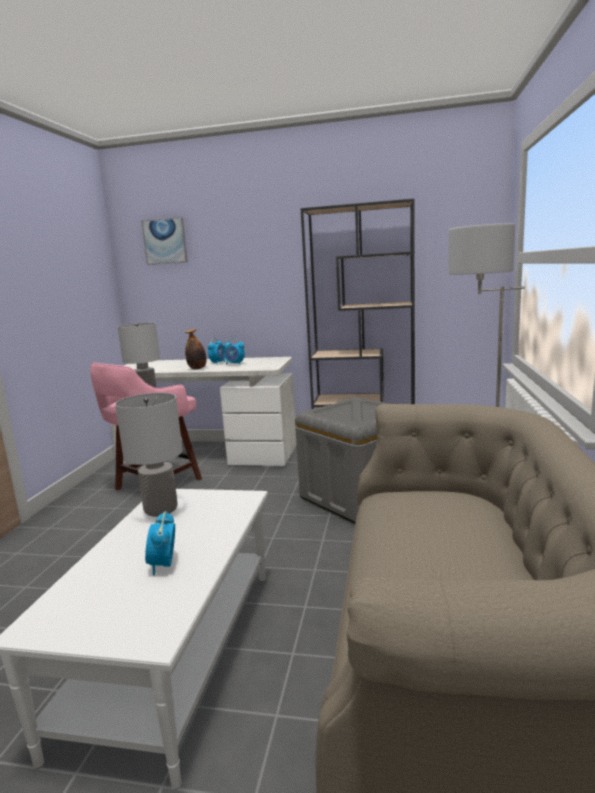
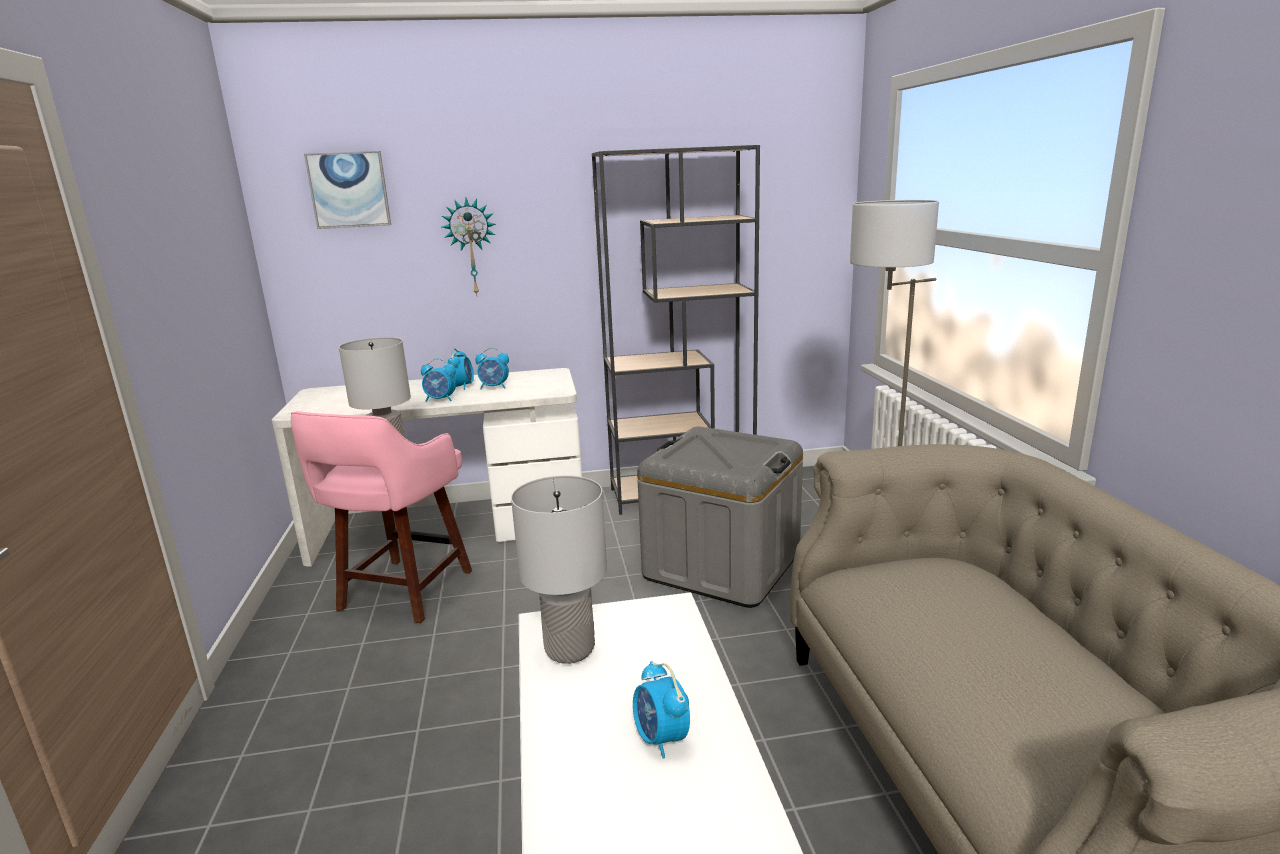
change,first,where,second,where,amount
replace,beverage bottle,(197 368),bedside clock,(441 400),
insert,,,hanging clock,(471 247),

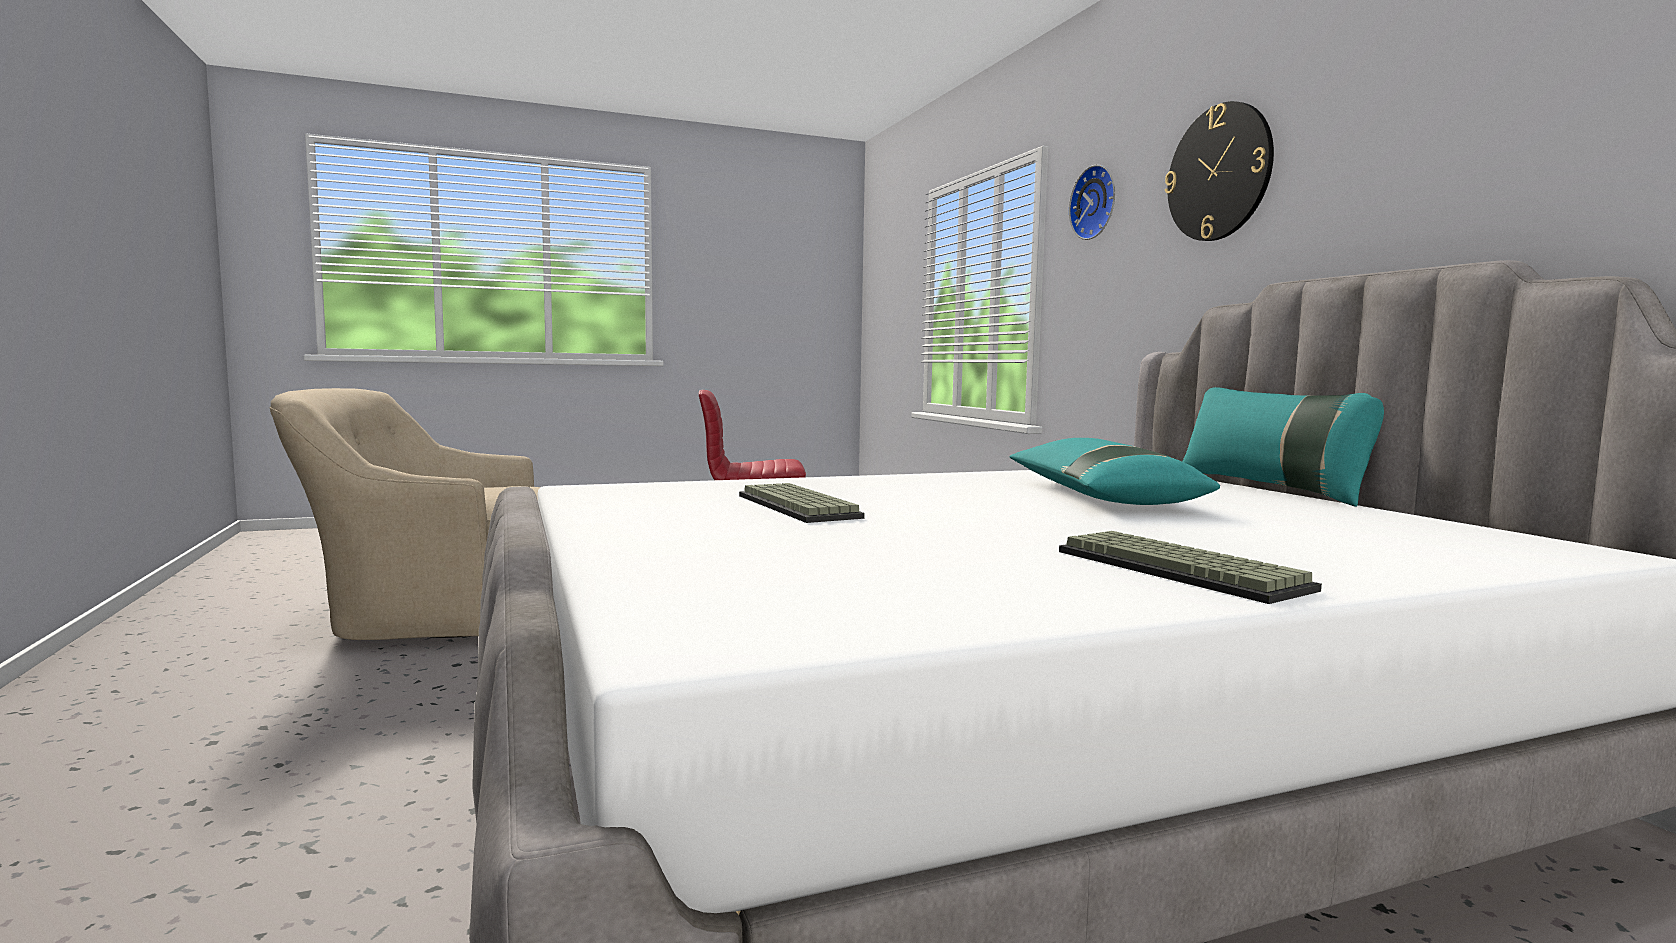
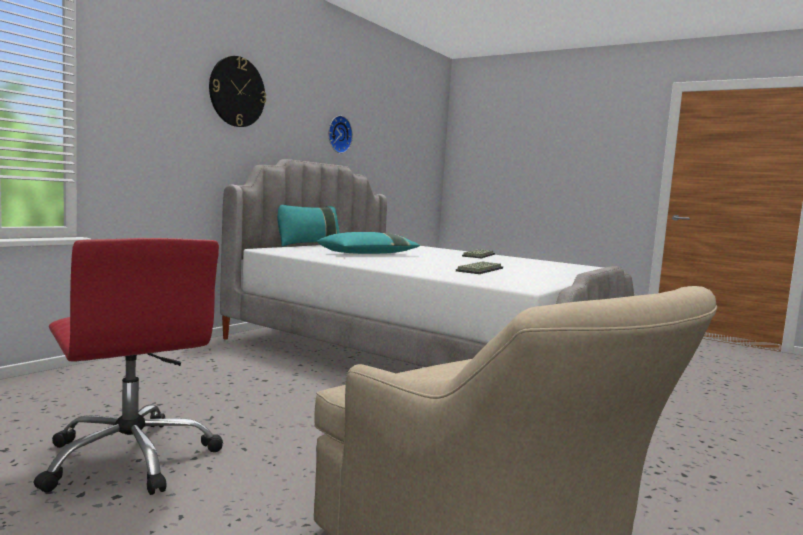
change,first,where,second,where,amount
move,hanging clock,(1096 203),,(338 134),

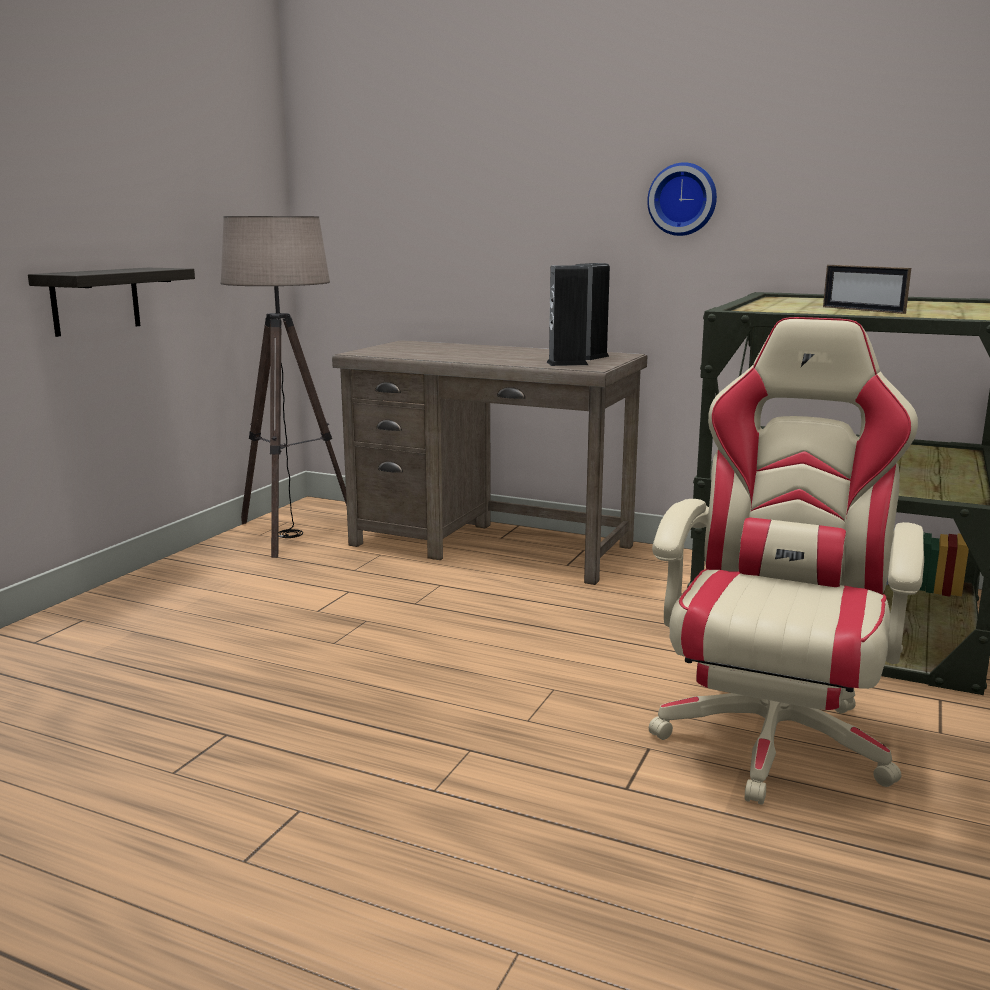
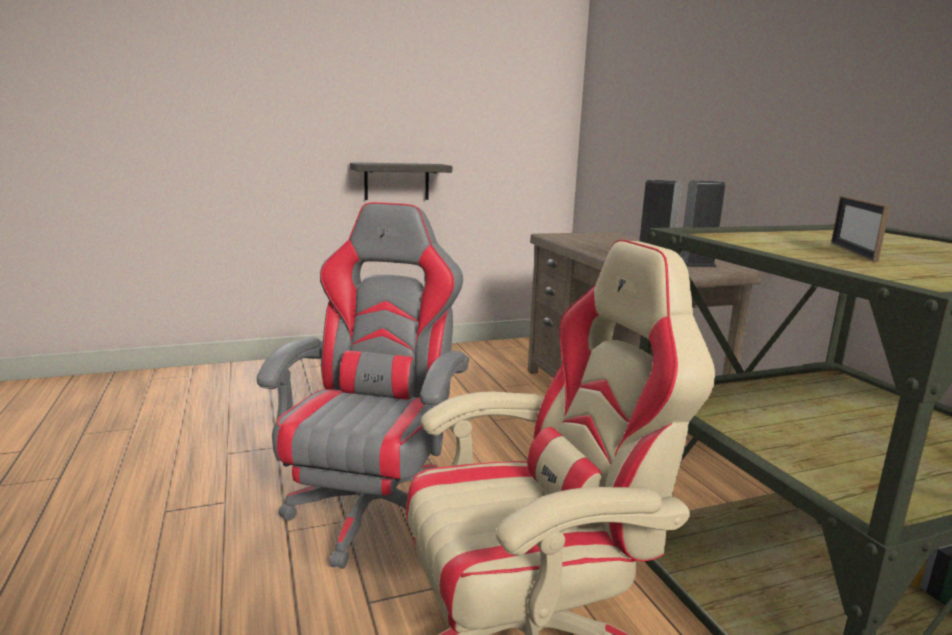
change,first,where,second,where,amount
delete,hanging clock,(683 199),,,
delete,standard lamp,(292 534),,,
insert,,,grey computer chair,(372 512),

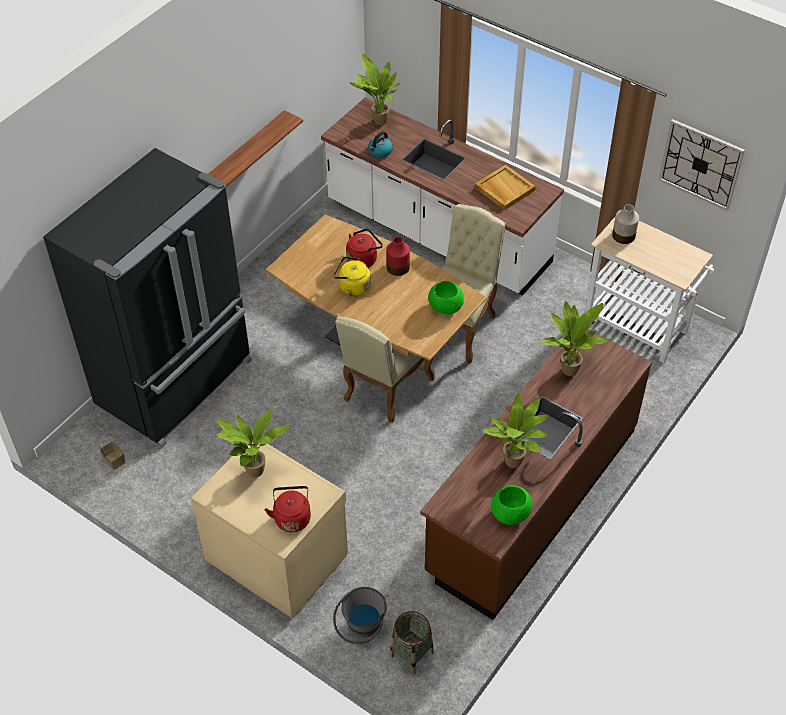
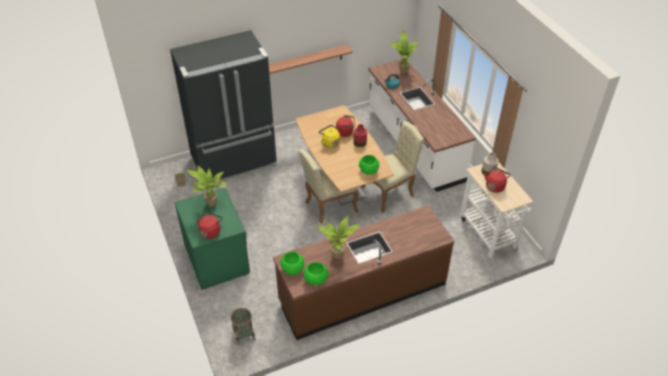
change,first,where,second,where,amount
delete,hanging clock,(701 164),,,
delete,beige carrying tray,(504 189),,,
delete,houseplant,(568 369),,,
recolor,beige laundry appliance,(277 557),green laundry appliance,(217 259),
delete,grey pail,(361 629),,,
insert,,,reddish water kettle,(495 186),
insert,,,green bowl,(292 269),

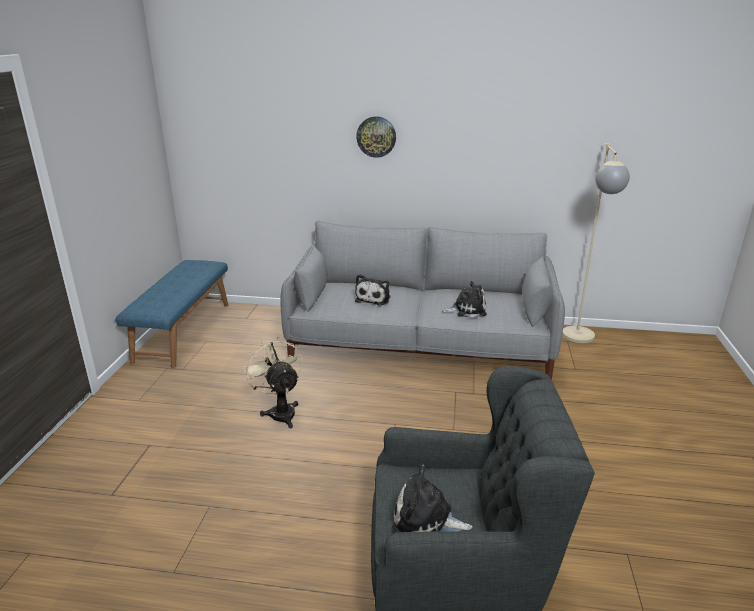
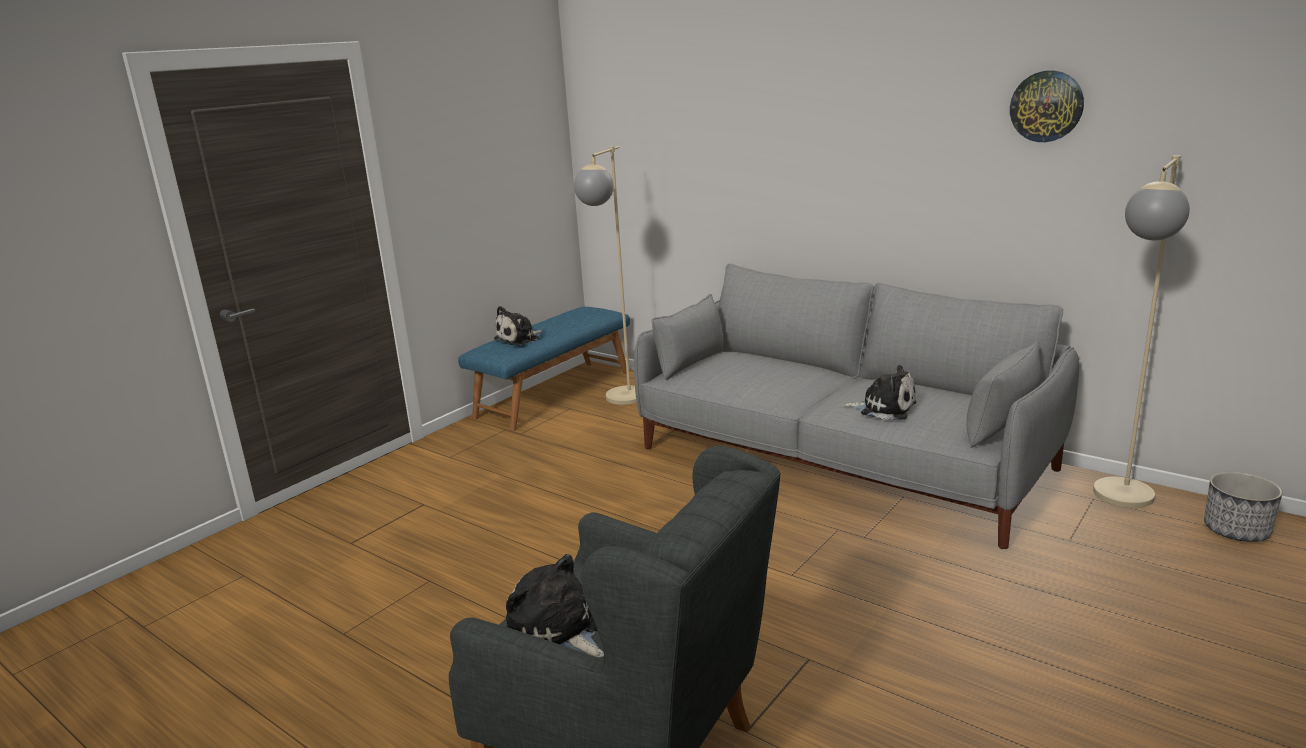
change,first,where,second,where,amount
move,hanging clock,(376 136),,(1046 106),
move,plush toy,(374 298),,(519 339),
delete,beige electric fan,(280 411),,,
insert,,,beige standard lamp,(620 402),
insert,,,flower pot,(1236 531),

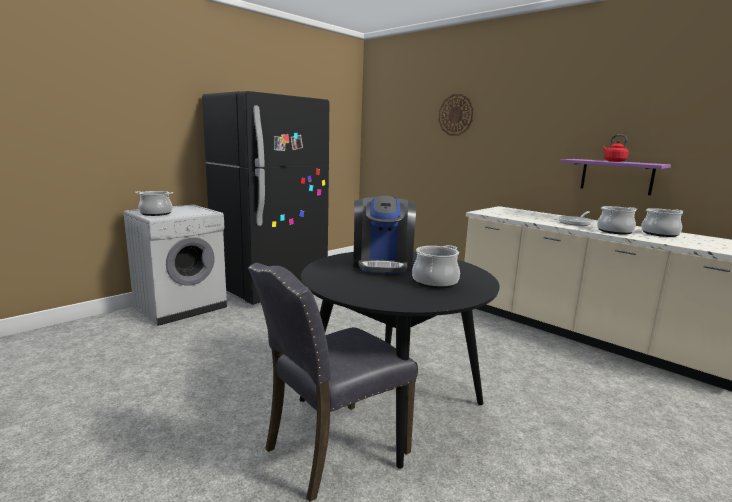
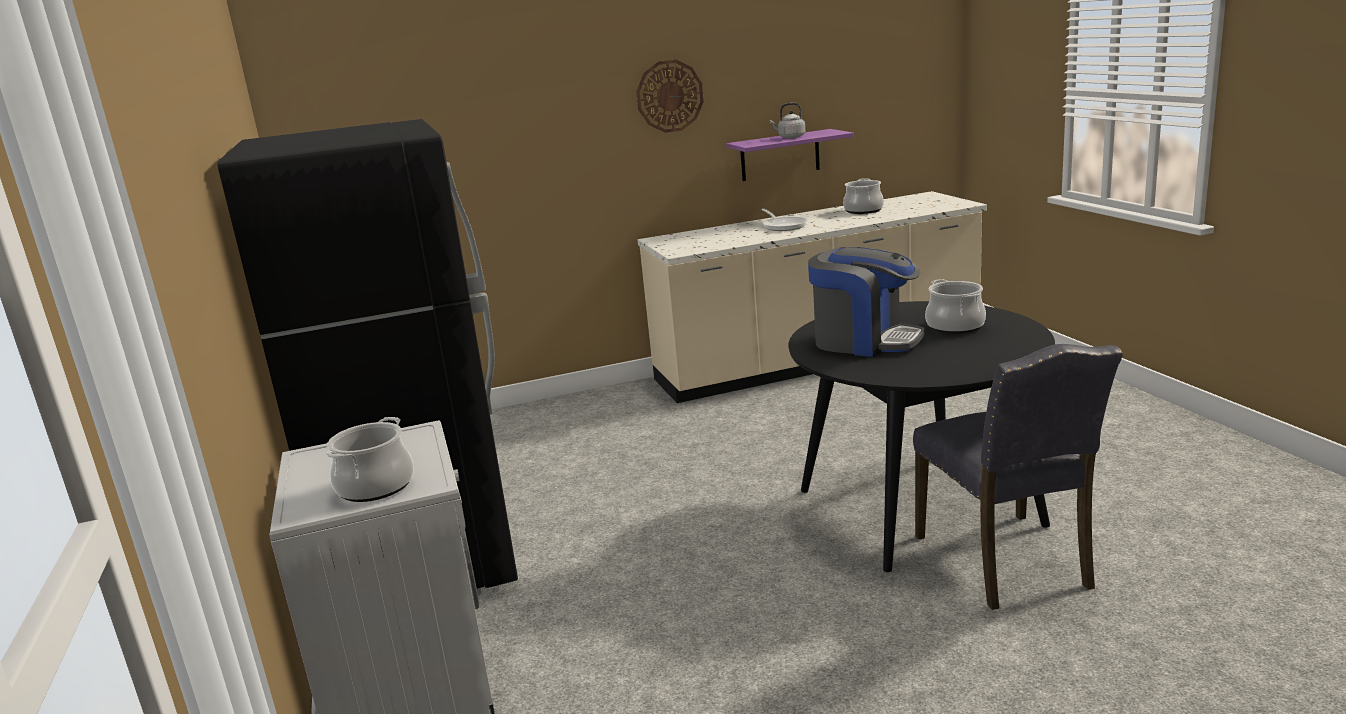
change,first,where,second,where,amount
move,hanging clock,(456 115),,(669 96),
recolor,reddish water kettle,(613 161),grey water kettle,(790 137),
delete,cooking pot,(614 231),,,

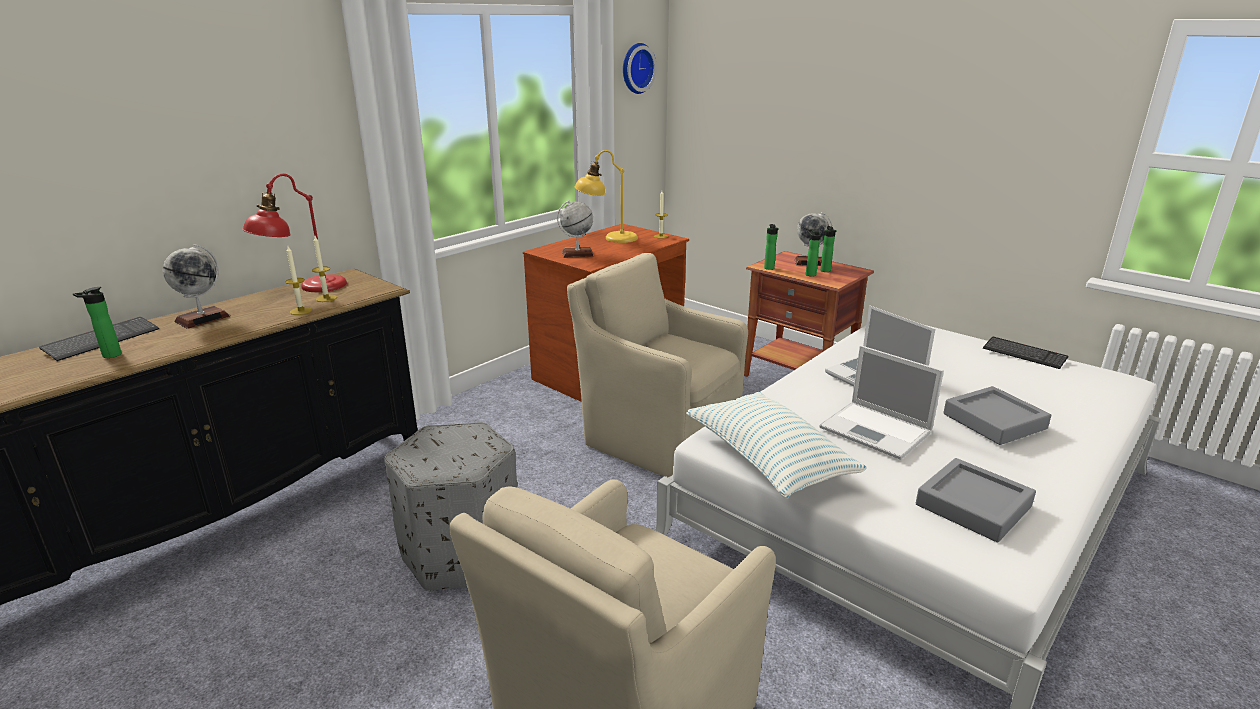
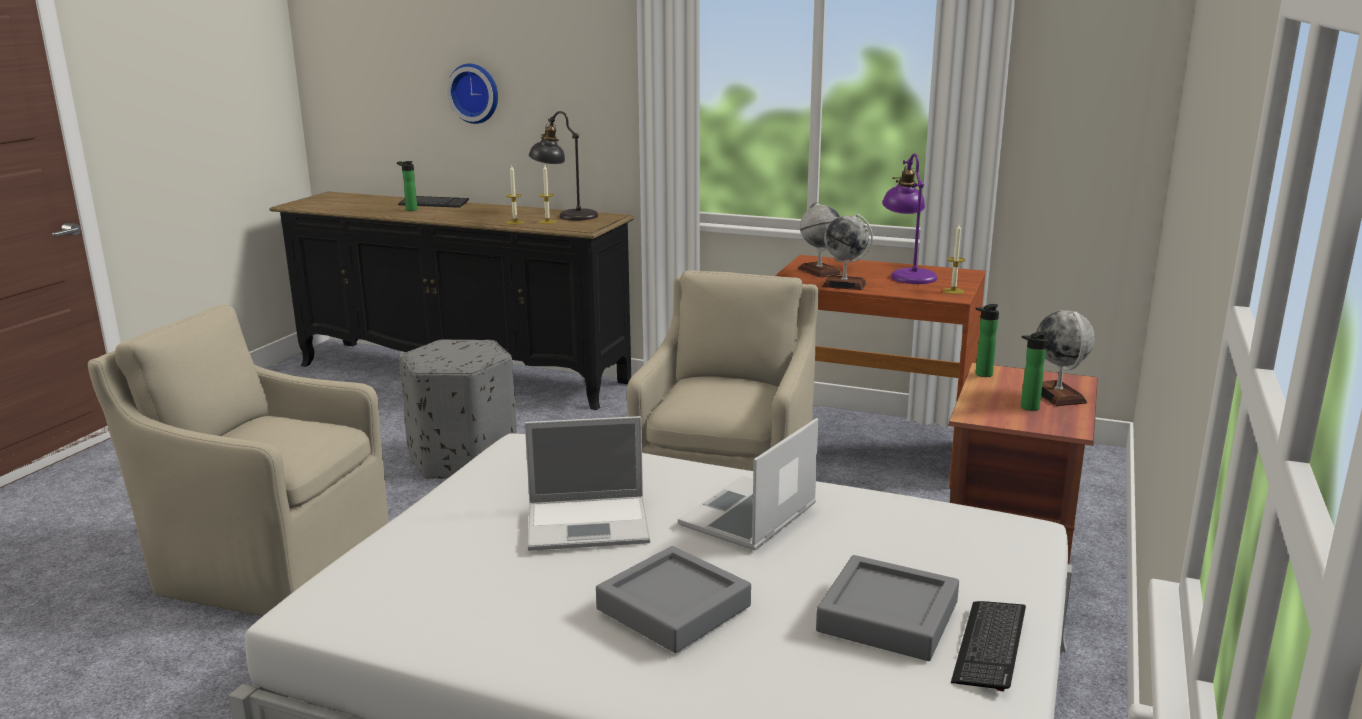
change,first,where,second,where,amount
move,hanging clock,(635 68),,(475 93),
recolor,yellow lamp for a table,(607 237),purplish lamp for a table,(906 272),
recolor,reddish lamp for a table,(304 289),grey lamp for a table,(564 214),
delete,beverage bottle,(809 274),,,
move,world globe,(202 319),,(844 285),
rotate,portable computer,(877 431),,(590 523),120 degrees counterclockwise
delete,cushion,(768 460),,,
move,grey carrying tray,(973 506),,(887 617),

